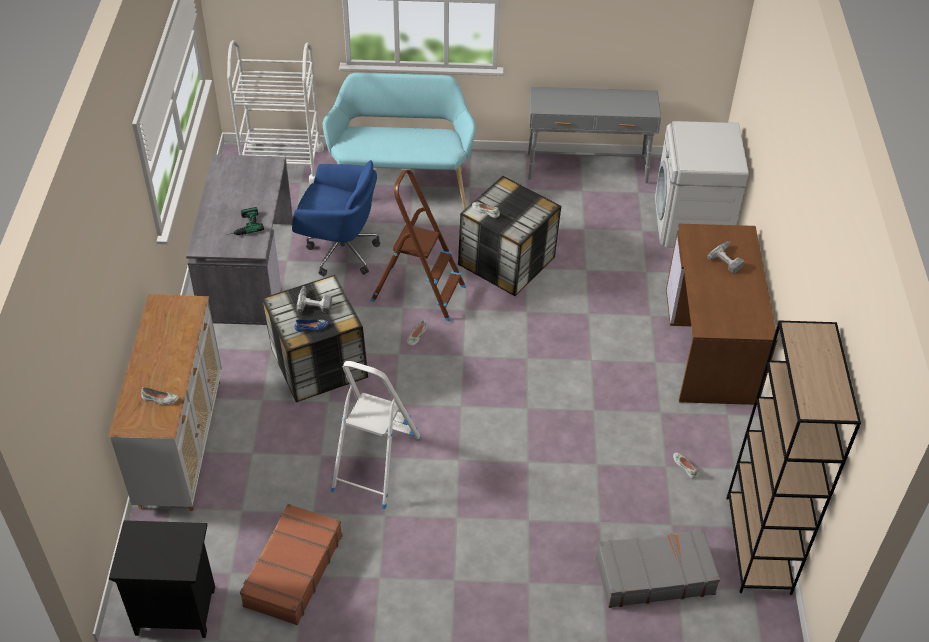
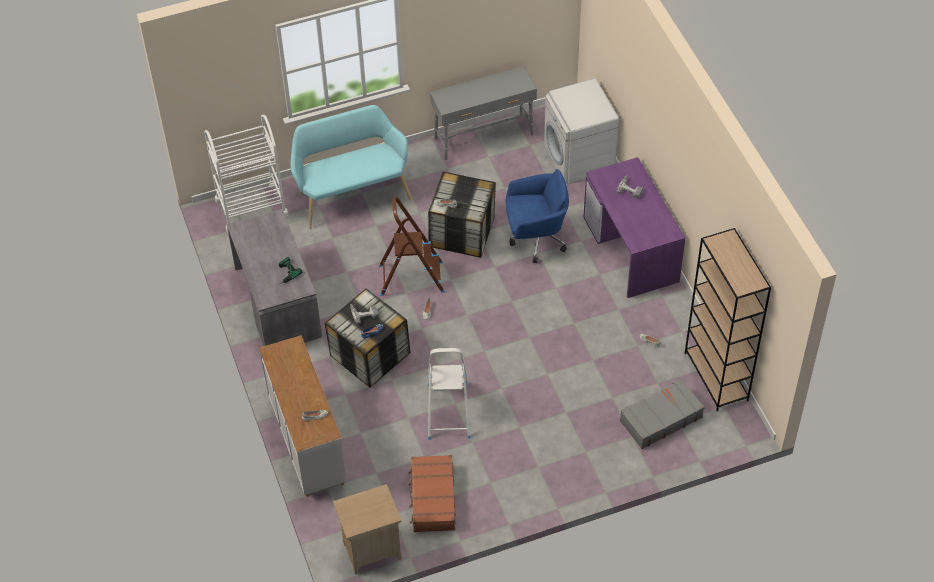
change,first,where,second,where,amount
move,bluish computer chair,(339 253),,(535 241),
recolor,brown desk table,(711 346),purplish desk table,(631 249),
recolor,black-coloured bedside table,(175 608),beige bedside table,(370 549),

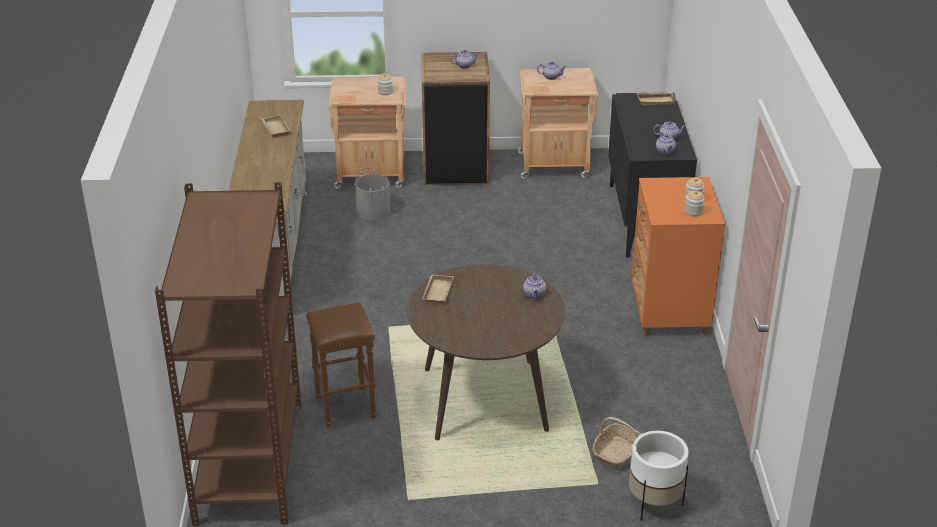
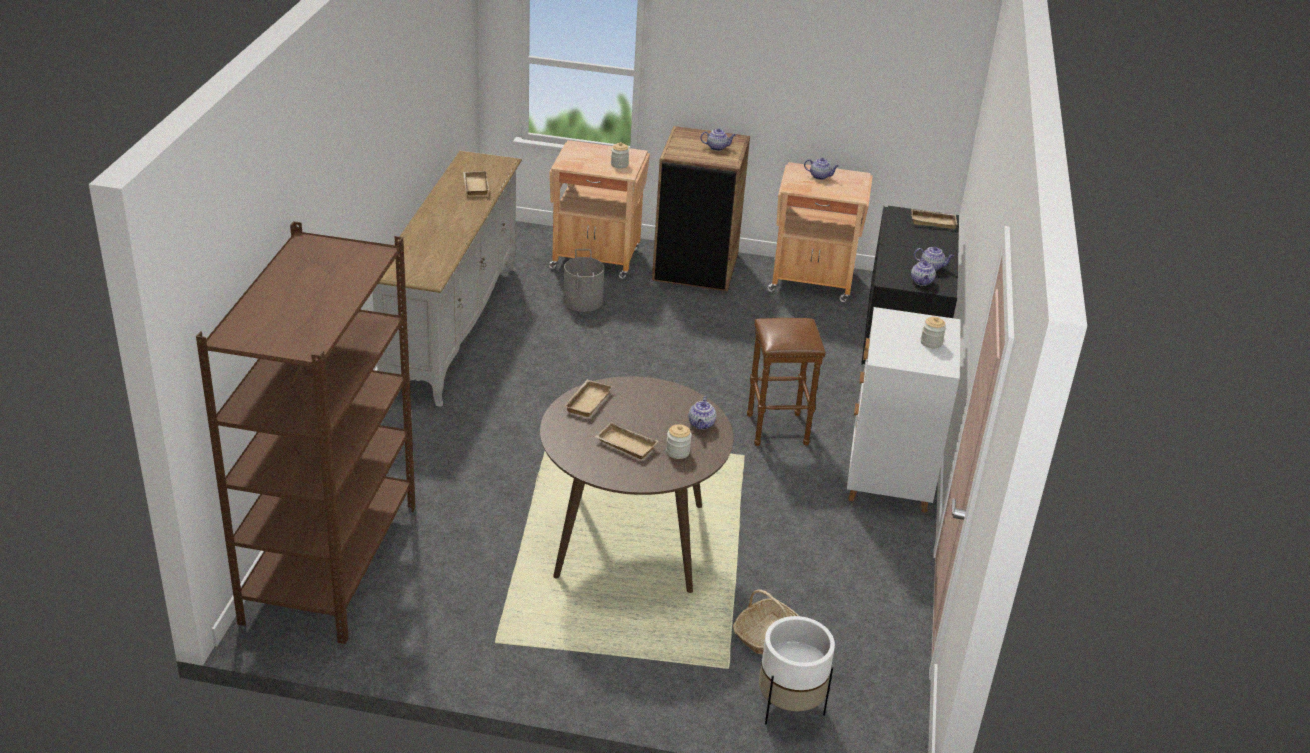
change,first,where,second,where,amount
recolor,orangey dresser,(669 313),whitish dresser,(889 477),
move,storage jar,(693 212),,(677 452),
move,brown sitting stool,(344 406),,(776 428),
insert,,,beige carrying tray,(624 445),

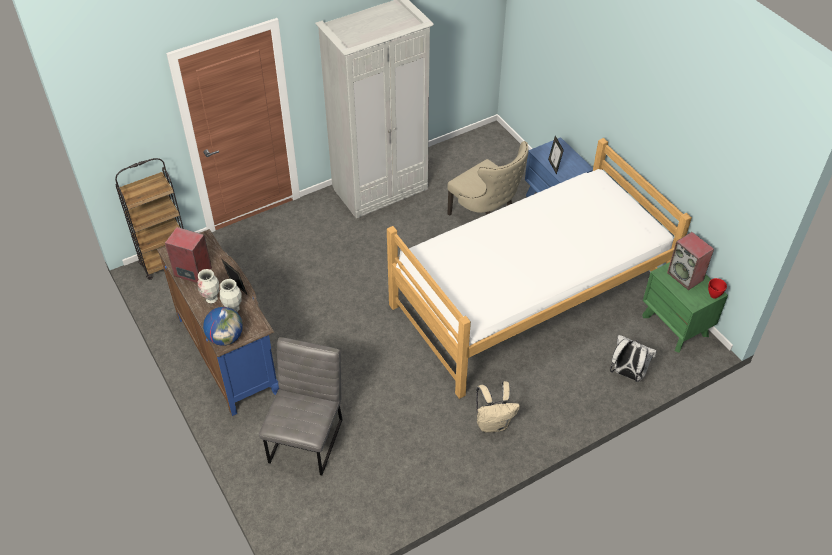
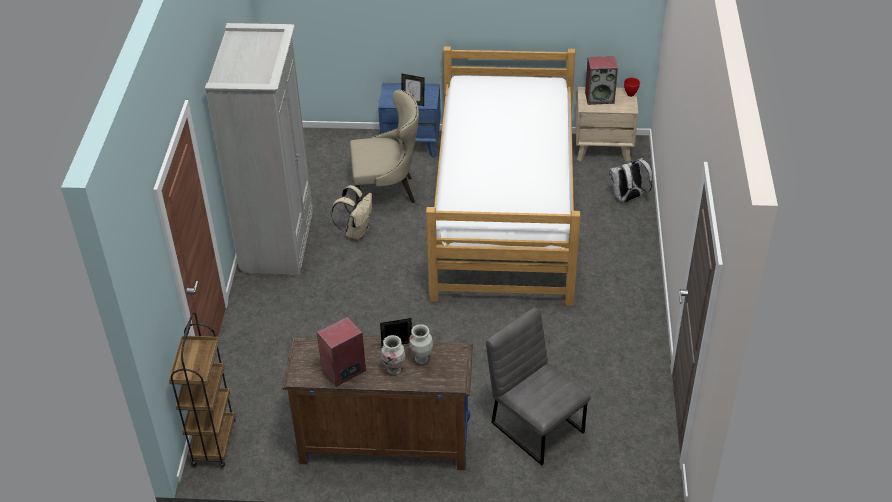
change,first,where,second,where,amount
recolor,green bedside table,(675 325),beige bedside table,(603 148),
delete,world globe,(226 338),,,
move,beige knapsack,(493 423),,(356 232),

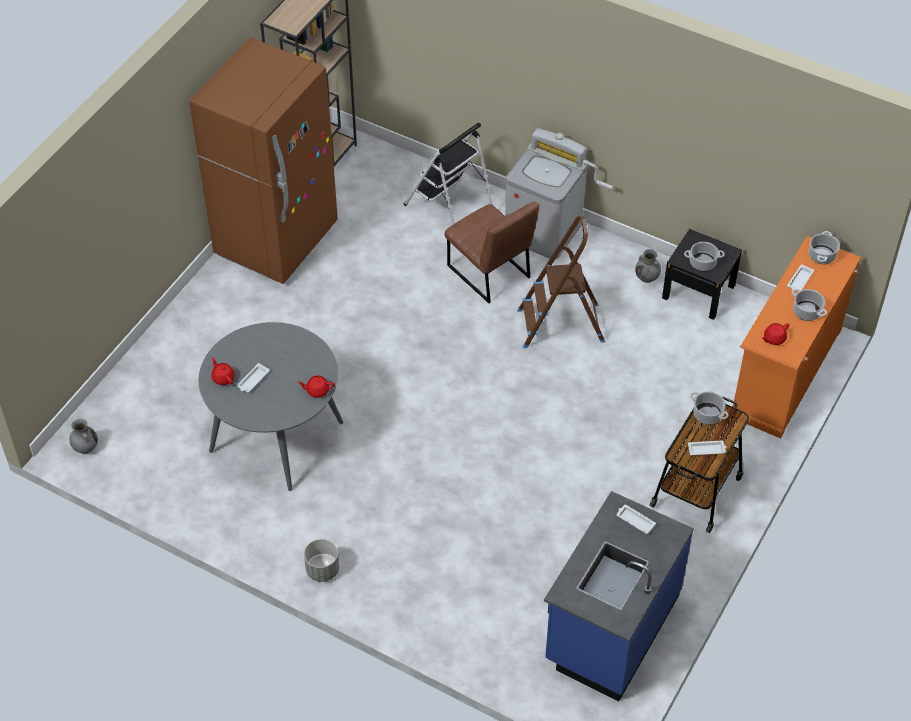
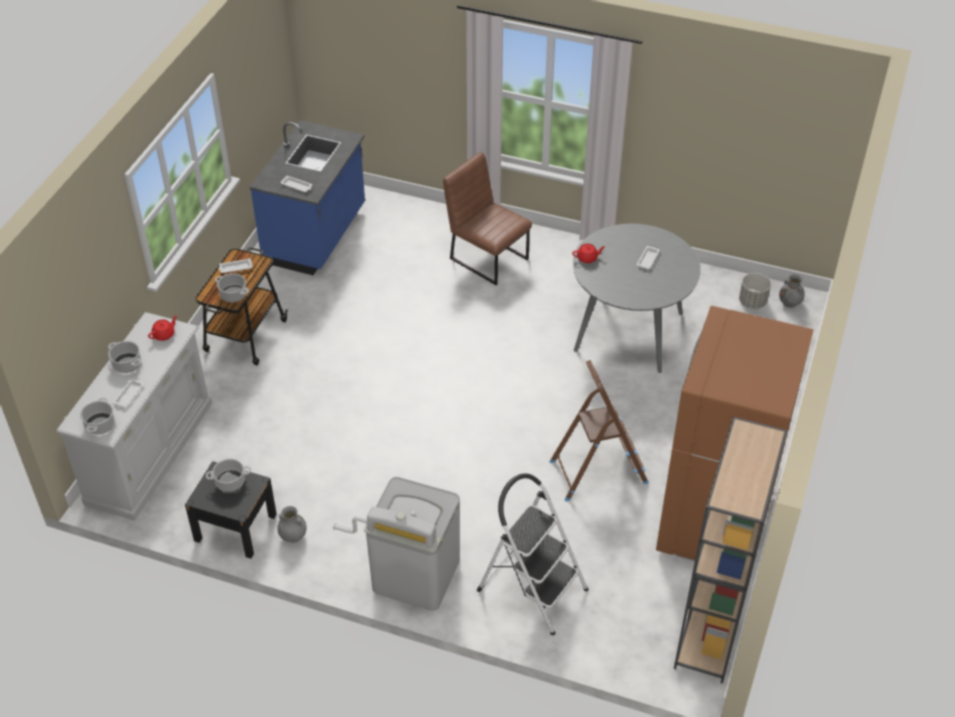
change,first,where,second,where,amount
move,brown chair,(489 273),,(487 257),
move,brown step ladder,(559 326),,(599 471),
recolor,orangey dresser,(785 372),whitish dresser,(150 452),
delete,reddish tea pot,(223 377),,,
move,grey flower pot,(322 570),,(752 302),

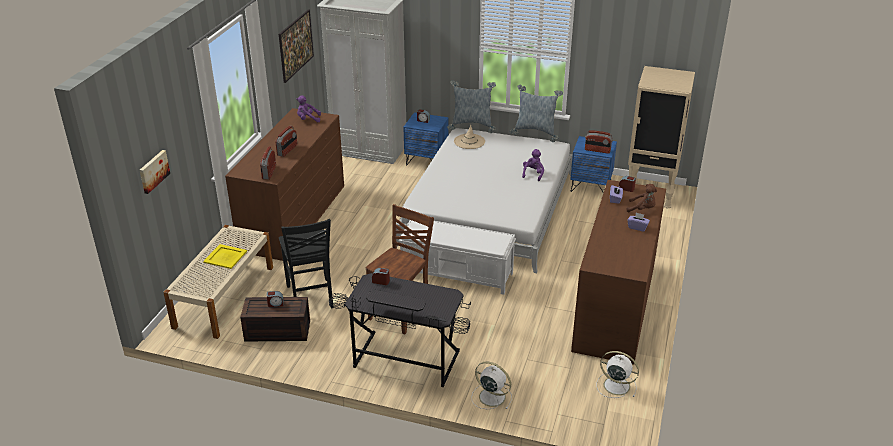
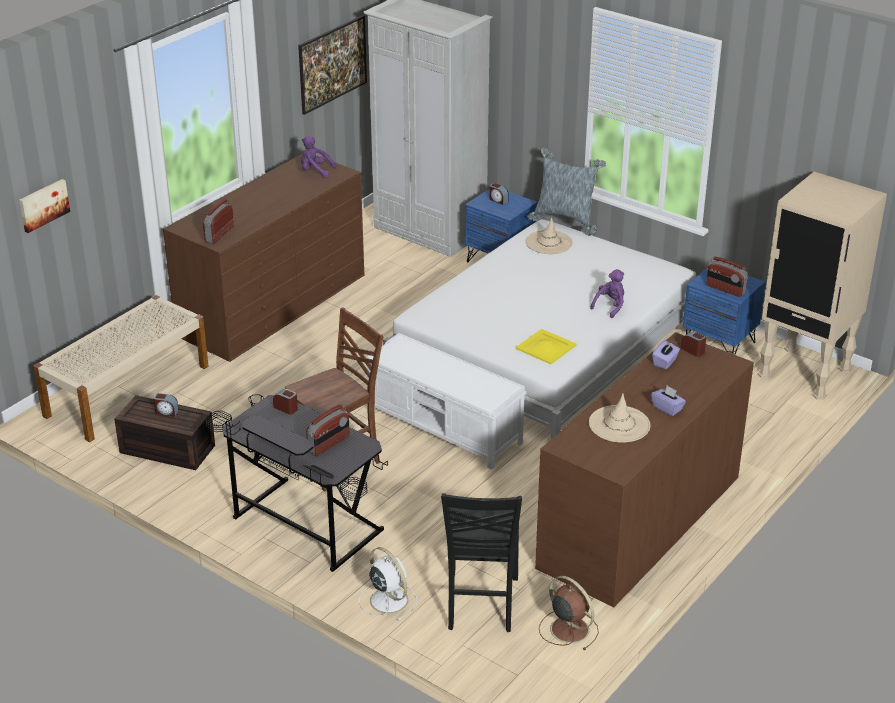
change,first,where,second,where,amount
delete,cushion,(535 135),,,
move,radio,(287 150),,(329 444),
delete,brown plush toy,(642 209),,,
move,black-coloured chair,(310 297),,(480 604),
move,yellow carrying tray,(225 257),,(545 347),
recolor,whitish electric fan,(615 385),brown electric fan,(568 628),
insert,,,beige clothing hat,(619 424),

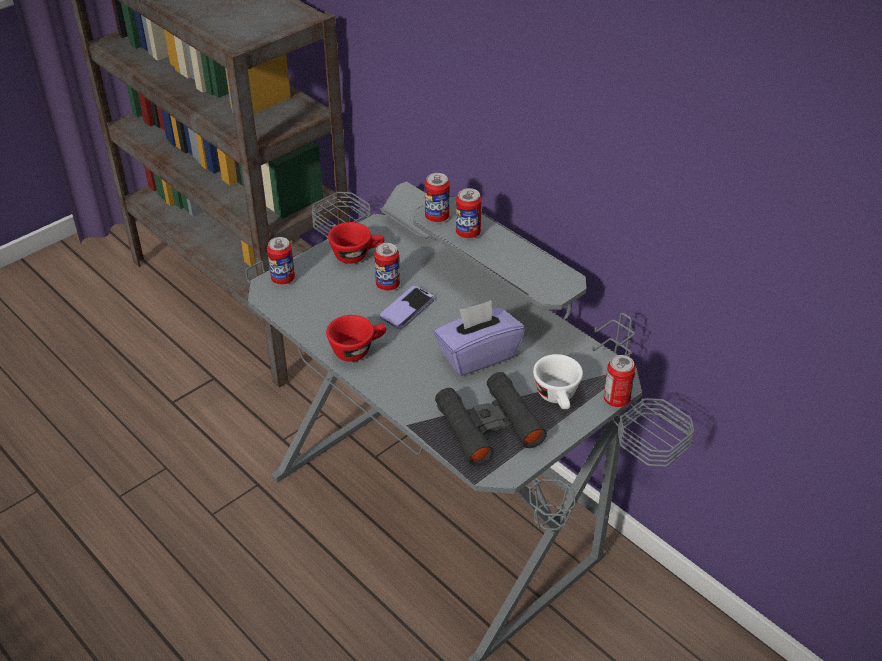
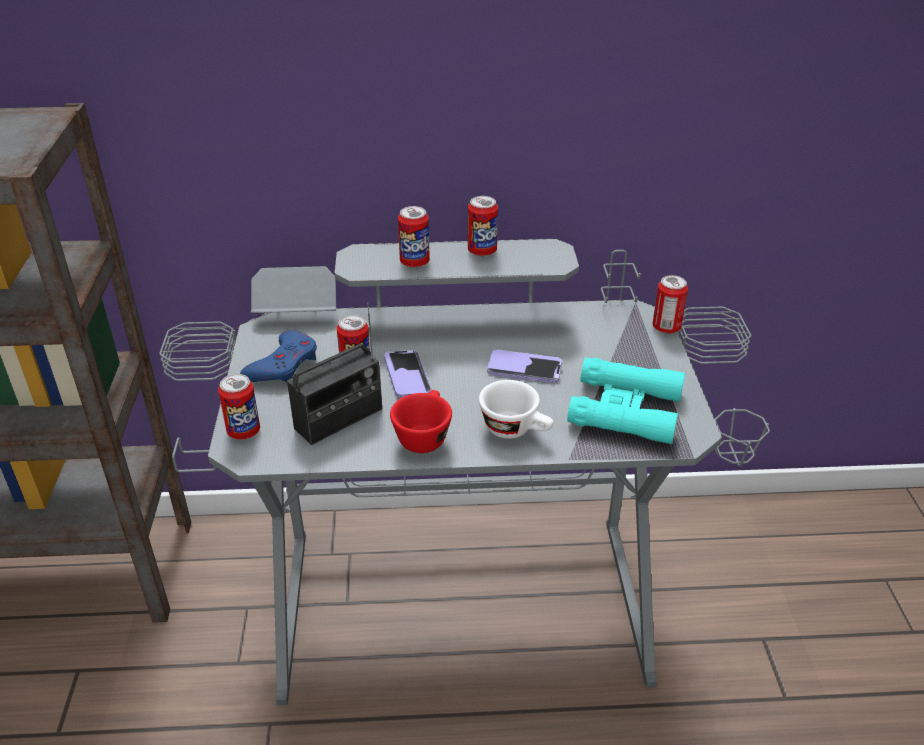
change,first,where,second,where,amount
move,metal can,(437 217),,(482 251),
replace,reddish cup,(357 255),bluish gamepad,(283 365),
replace,purplish tissue holder,(477 355),phone,(524 368),
move,whitish cup,(558 398),,(516 430),
recolor,black-coloured field glasses,(488 425),turquoise-coloured field glasses,(625 409),
insert,,,radio,(339 419),

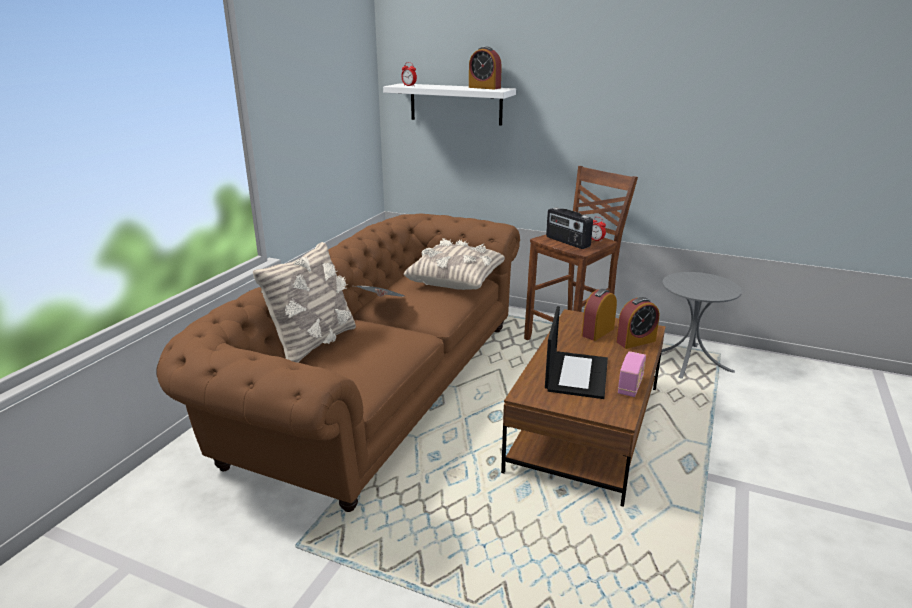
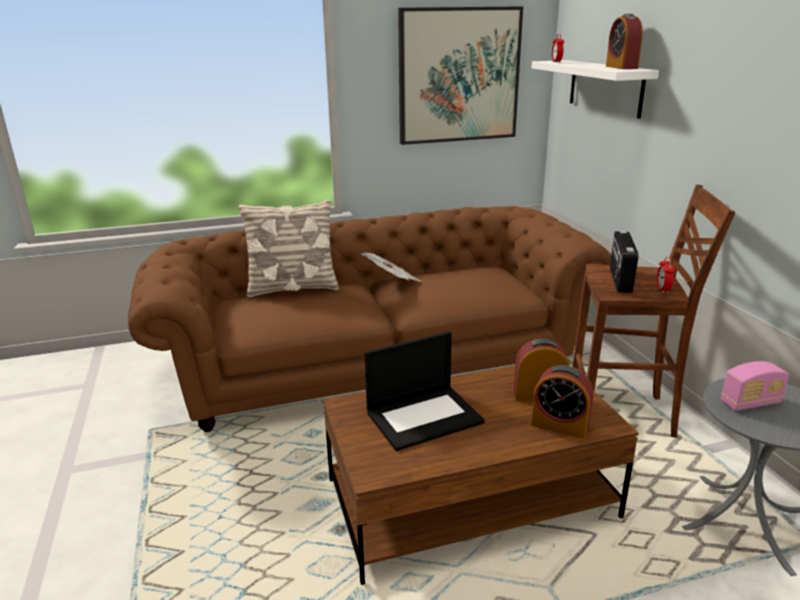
change,first,where,second,where,amount
delete,beige cushion,(455 282),,,
move,radio,(630 386),,(750 403),
insert,,,wall picture,(459 76),

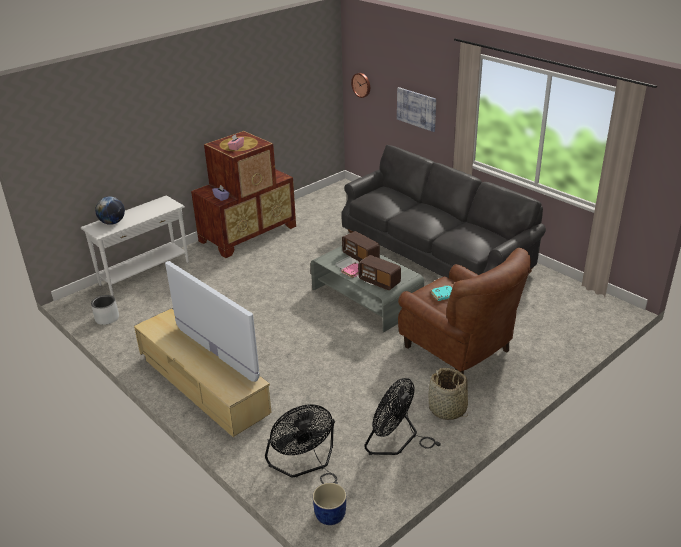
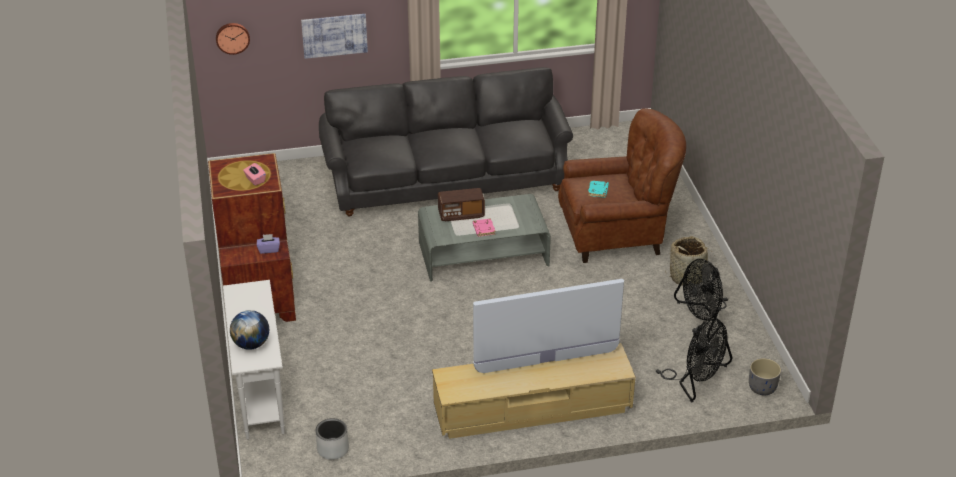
change,first,where,second,where,amount
delete,radio,(379 281),,,
rotate,black-coloured electric fan,(308 464),,(695 379),150 degrees counterclockwise
recolor,bluish flower pot,(330 515),grey flower pot,(762 388),

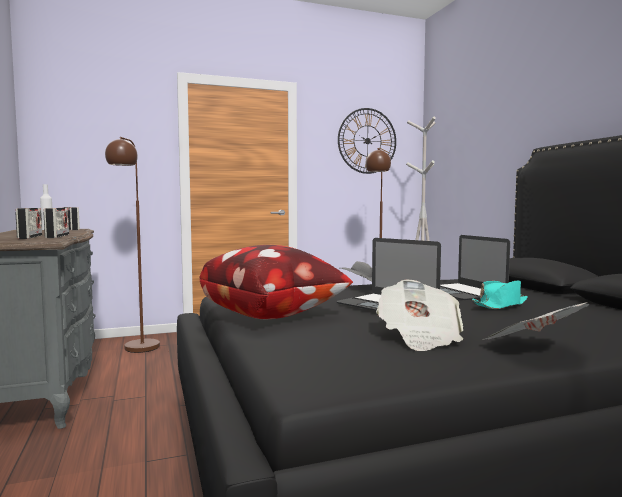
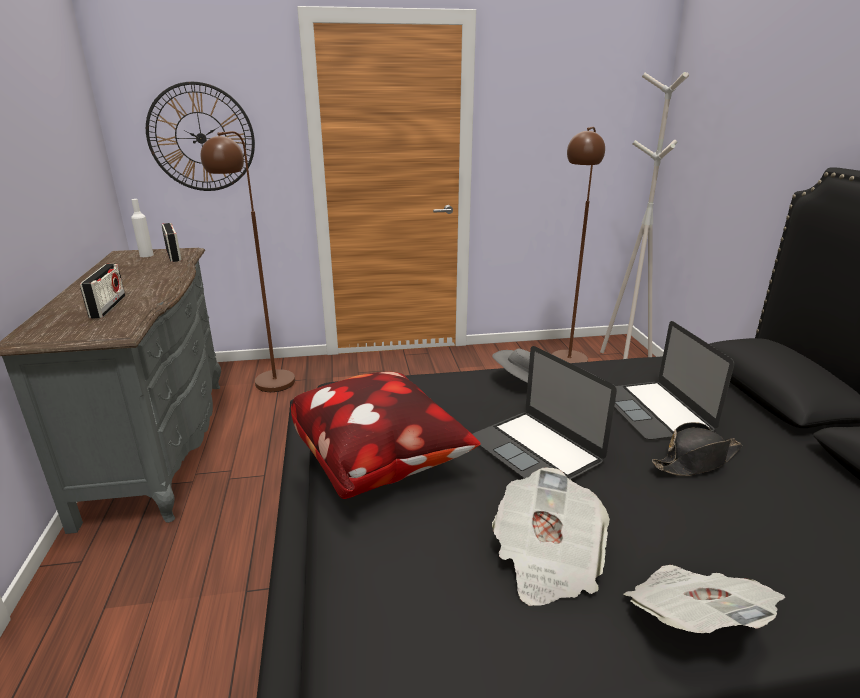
change,first,where,second,where,amount
move,hanging clock,(367 141),,(201 138),
delete,radio,(57 236),,,
recolor,turquoise-coloured clothing hat,(500 305),black-coloured clothing hat,(696 460),

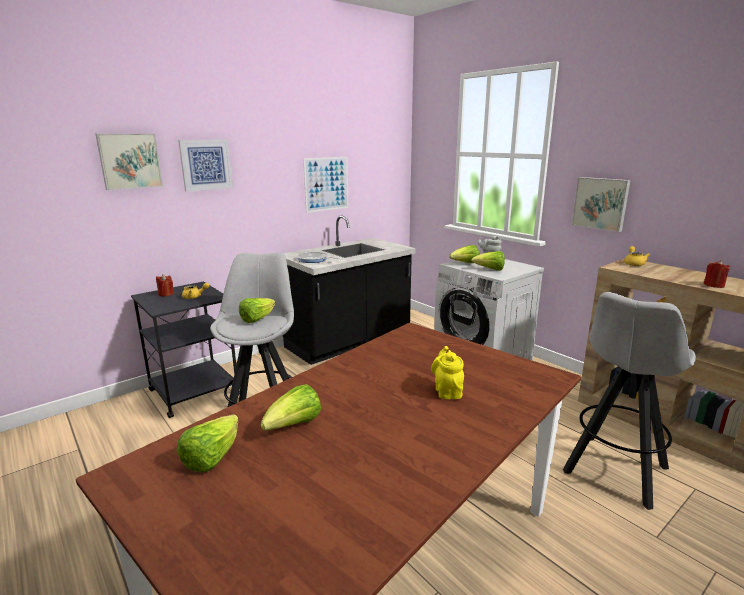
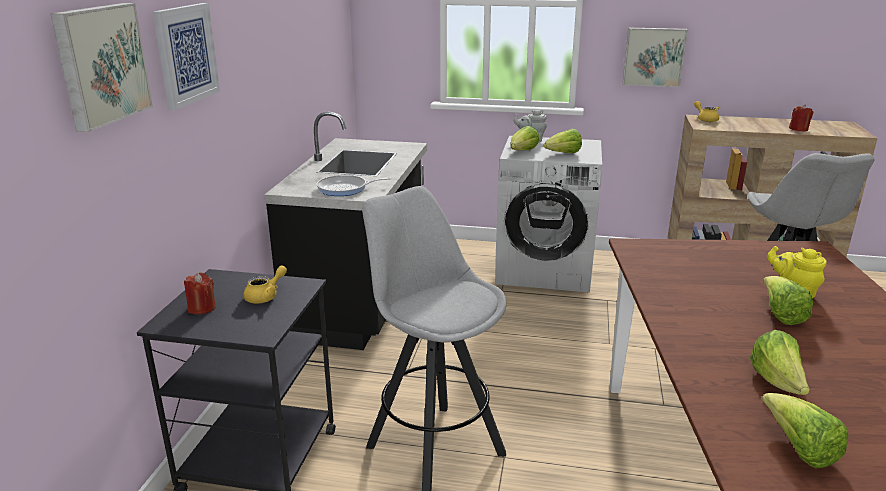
change,first,where,second,where,amount
delete,wall picture,(326 184),,,
move,lettuce head,(257 319),,(780 315),

